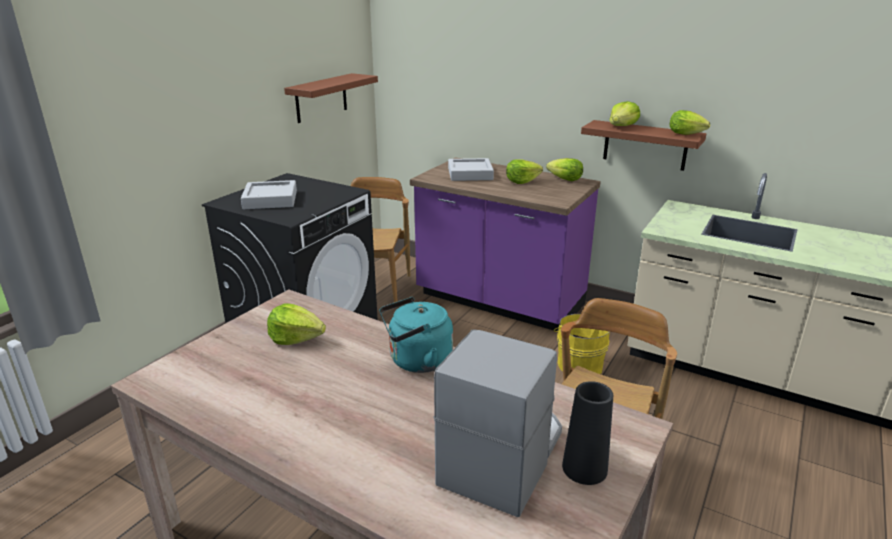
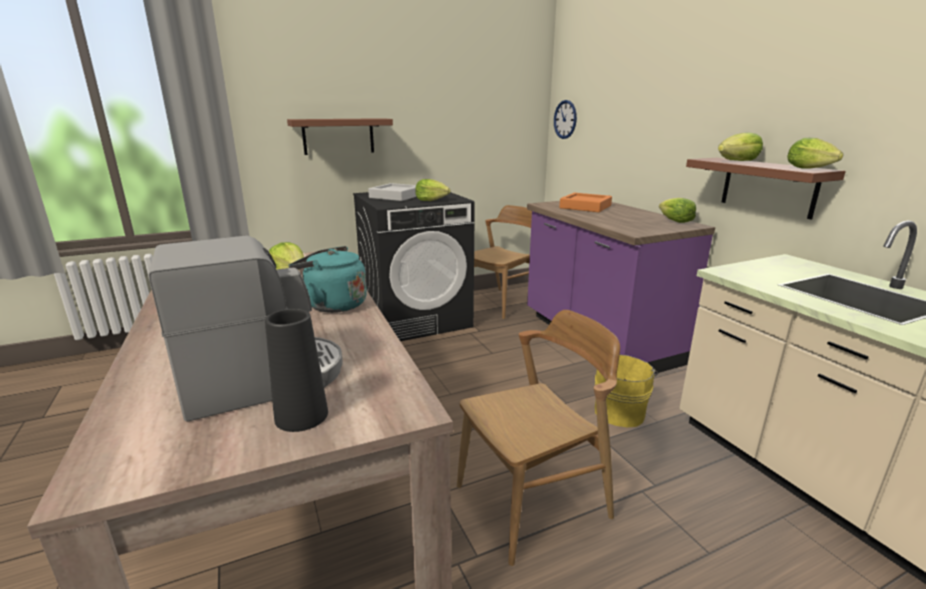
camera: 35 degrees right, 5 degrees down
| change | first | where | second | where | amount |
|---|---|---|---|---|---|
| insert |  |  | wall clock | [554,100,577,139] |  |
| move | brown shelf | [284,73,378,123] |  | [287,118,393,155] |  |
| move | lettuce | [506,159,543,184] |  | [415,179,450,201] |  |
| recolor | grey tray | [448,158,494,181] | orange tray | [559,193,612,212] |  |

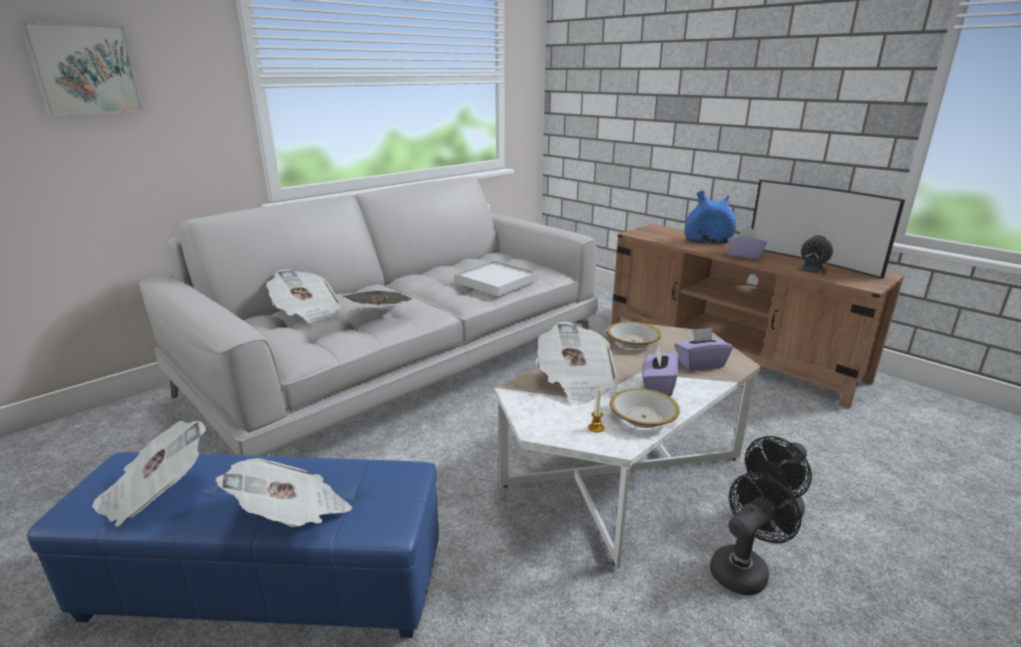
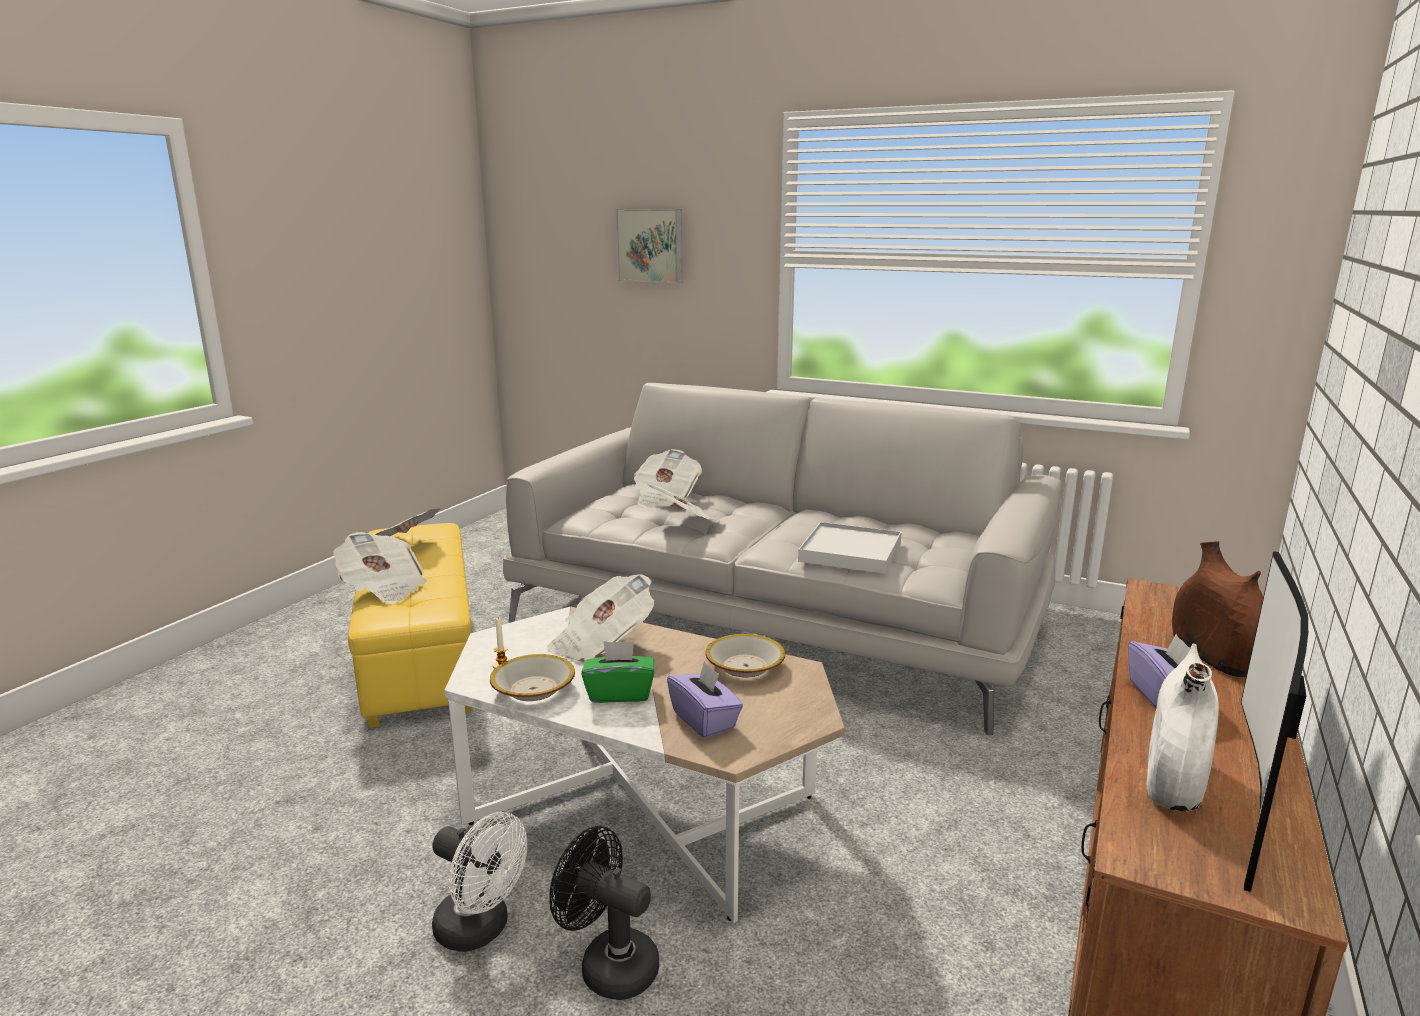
camera: 70 degrees right, 5 degrees down
| change | first | where | second | where | amount |
|---|---|---|---|---|---|
| replace | alarm clock | [797,235,833,275] | white vase | [1147,643,1219,811] |  |
| recolor | blue ottoman | [26,452,439,638] | yellow ottoman | [348,523,471,728] |  |
| recolor | purple tissue box | [642,346,679,396] | green tissue box | [581,641,654,703] |  |
| recolor | blue vase | [685,190,736,244] | brown vase | [1172,541,1263,677] |  |
| recolor | black fan | [710,473,801,595] | white fan | [432,812,527,952] |  |

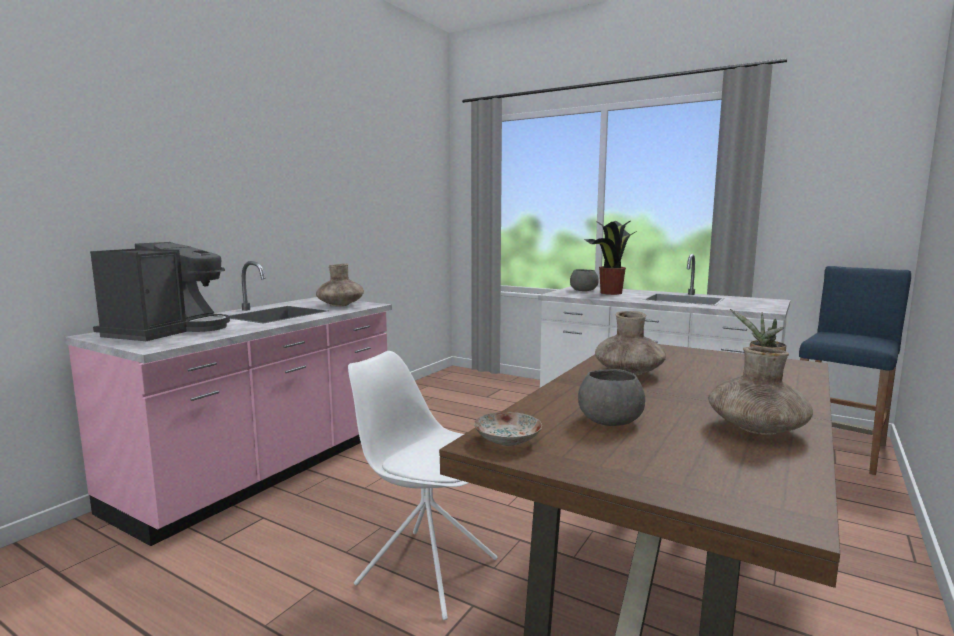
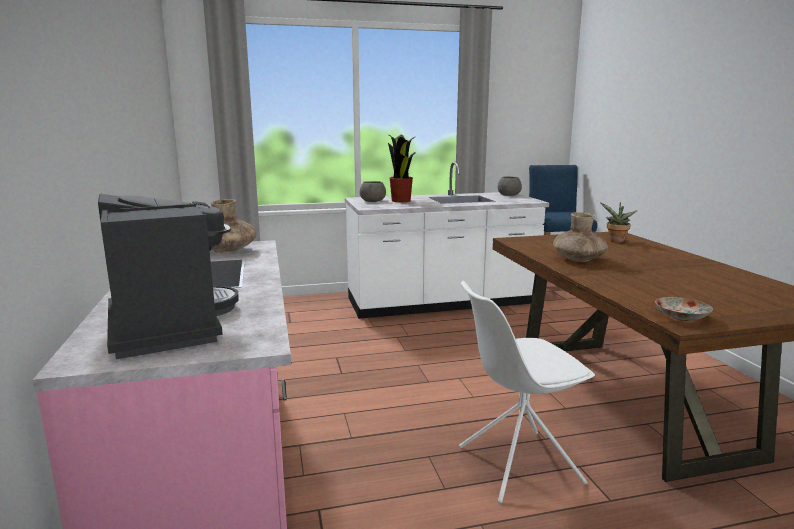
camera: 45 degrees left, 5 degrees up
| change | first | where | second | where | amount |
|---|---|---|---|---|---|
| delete | brown vase | [708,346,813,435] |  |  |  |
| move | grey bowl | [578,369,645,426] |  | [498,176,522,196] |  |

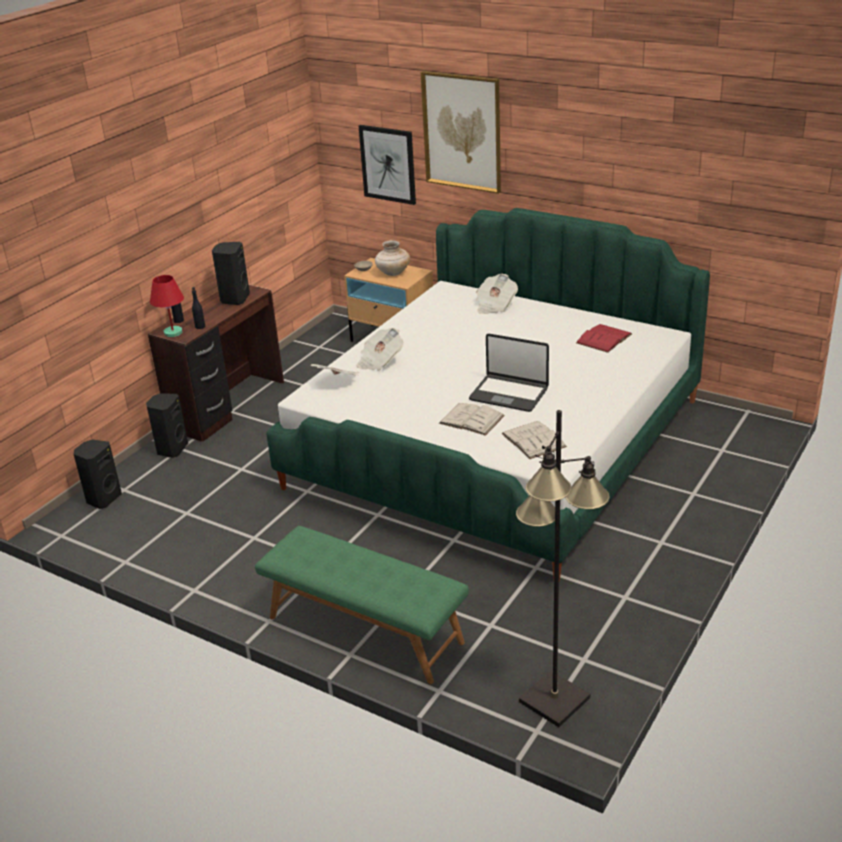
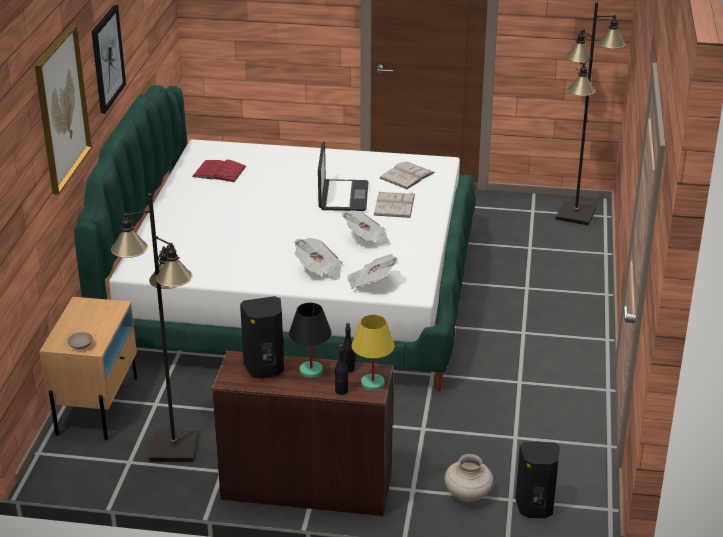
camera: 115 degrees left, 0 degrees up
| change | first | where | second | where | amount |
|---|---|---|---|---|---|
| delete | black speaker | [146,393,188,458] |  |  |  |
| delete | green bench | [255,526,469,684] |  |  |  |
| insert |  |  | black floor lamp | [111,193,199,462] |  |
| insert |  |  | black table lamp | [289,303,332,378] |  |
| move | picture | [359,125,416,205] |  | [91,5,126,114] |  |
| move | beige vase | [375,240,410,276] |  | [445,454,493,502] |  |
| move | newspaper | [476,274,518,314] |  | [342,210,390,245] |  |
| recolor | red table lamp | [150,275,184,337] | yellow table lamp | [351,315,395,391] |  |

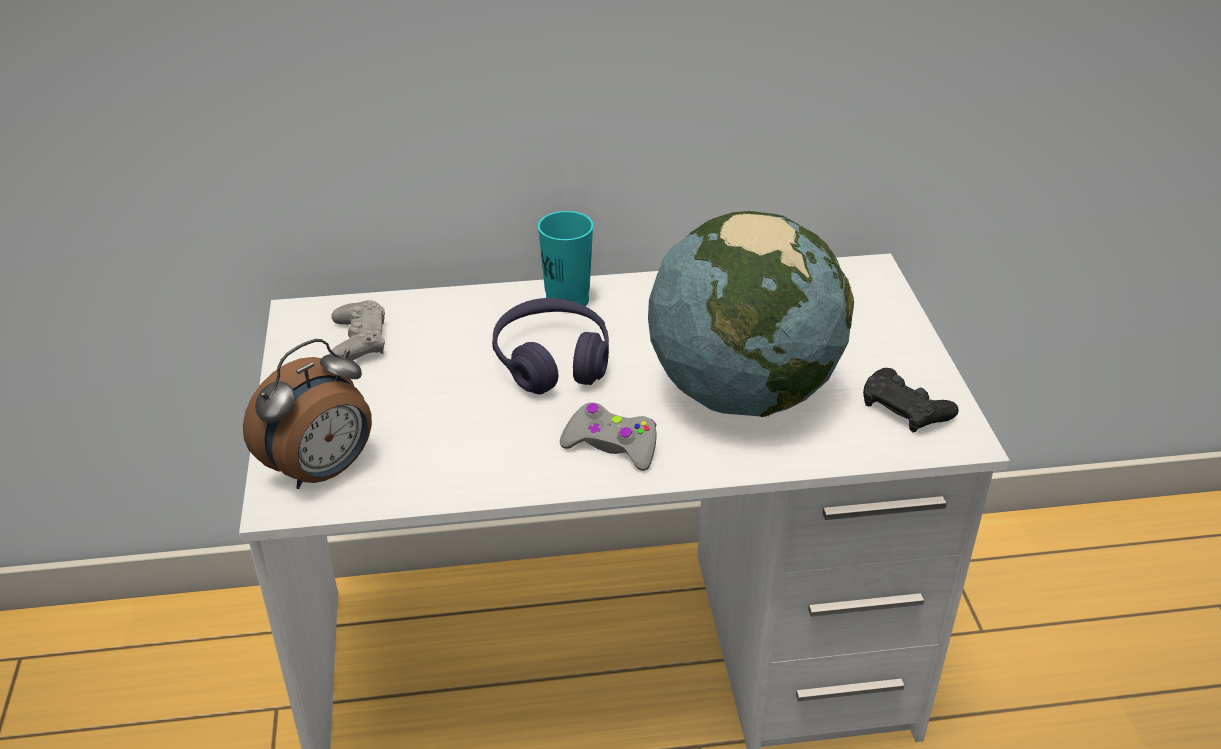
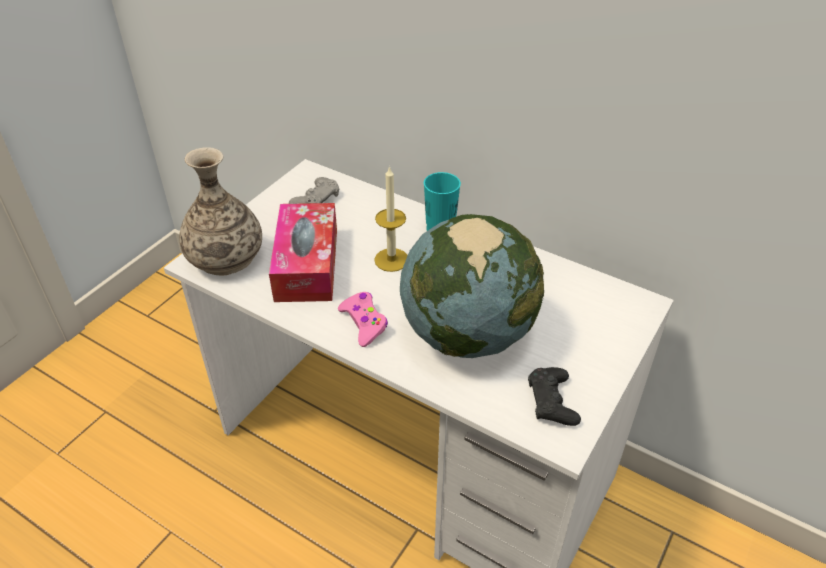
camera: 40 degrees right, 5 degrees up
| change | first | where | second | where | amount |
|---|---|---|---|---|---|
| insert |  |  | tissue box | [269,203,337,302] |  |
| replace | alarm clock | [243,339,372,489] | vase | [179,147,262,275] |  |
| replace | purple headphones | [492,298,609,394] | candle | [374,166,408,272] |  |
| recolor | grey game controller | [560,402,657,471] | pink game controller | [338,292,388,347] |  |

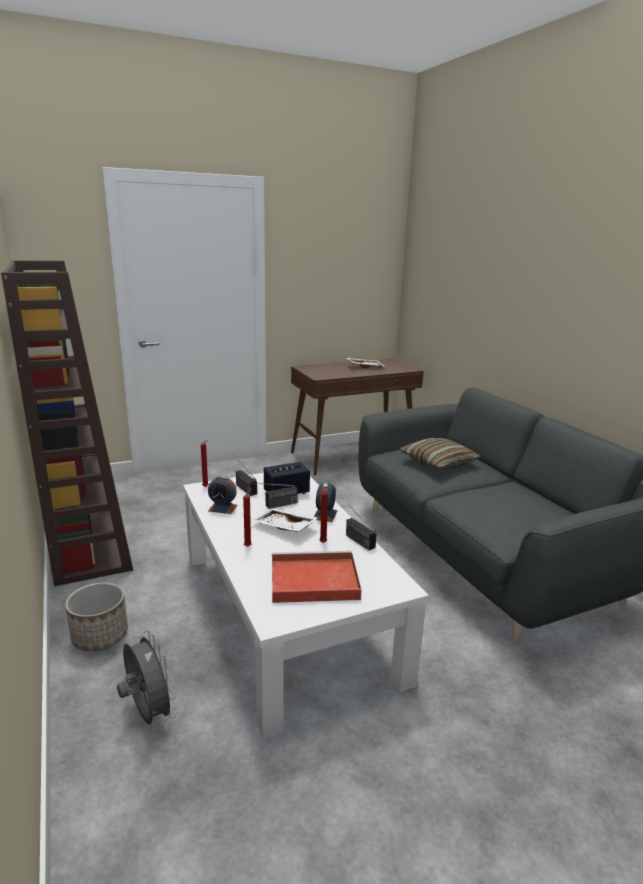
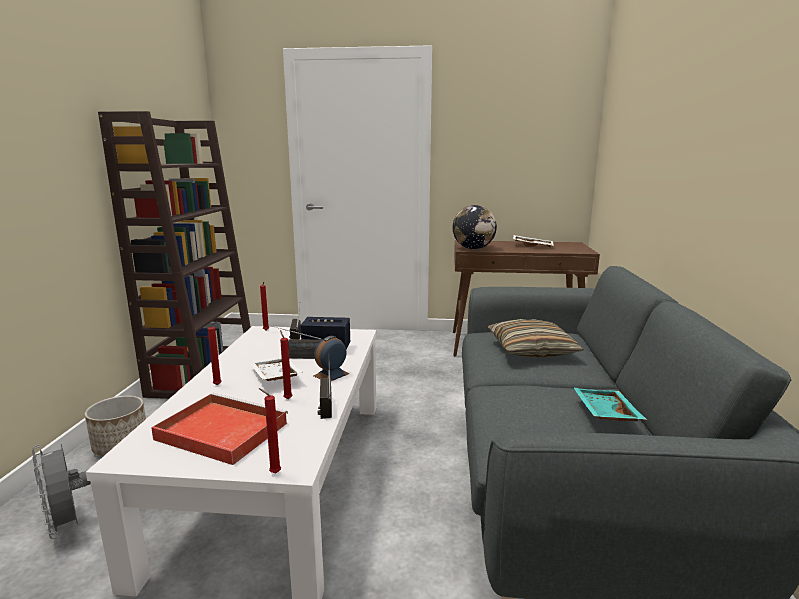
camera: 30 degrees right, 5 degrees down
| change | first | where | second | where | amount |
|---|---|---|---|---|---|
| delete | alarm clock | [208,476,238,514] |  |  |  |
| insert |  |  | red candle | [259,388,281,474] |  |
| insert |  |  | globe | [452,205,497,249] |  |
| insert |  |  | turquoise tray | [574,388,647,421] |  |
| rotate | grey fan | [117,631,177,724] |  | [32,444,91,539] | 150 degrees clockwise |

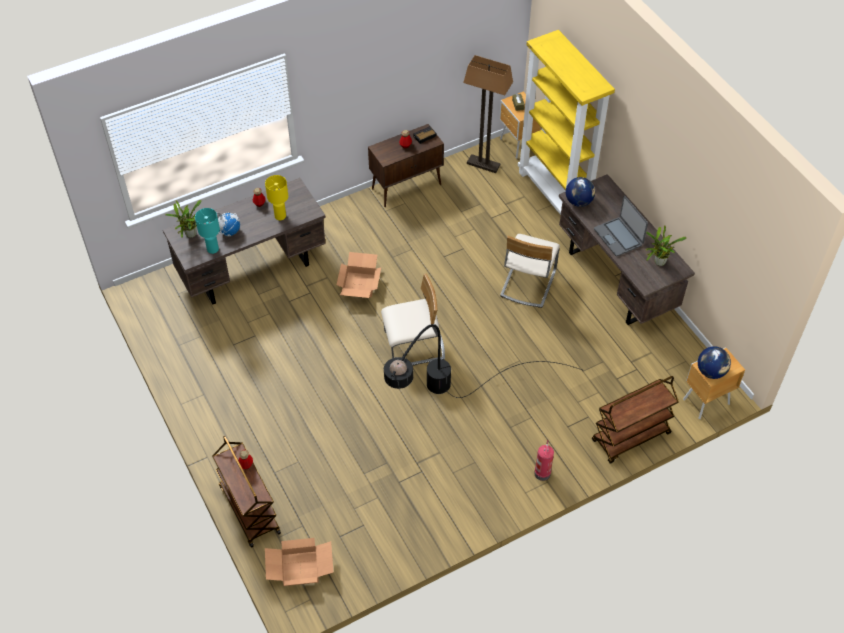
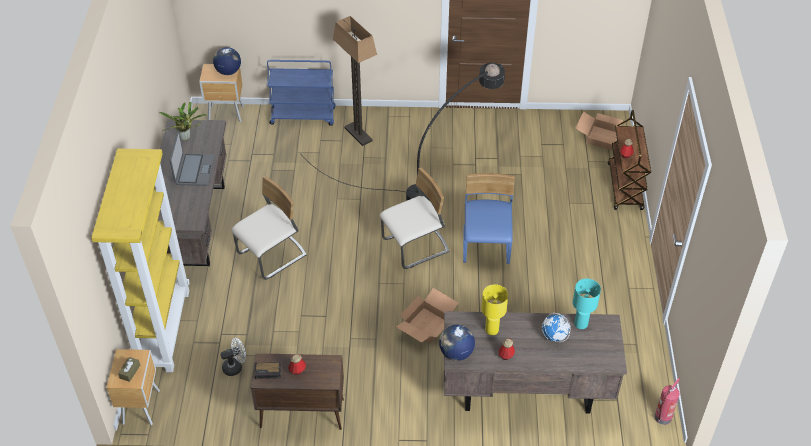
camera: 150 degrees left, 5 degrees down
| change | first | where | second | where | amount |
|---|---|---|---|---|---|
| delete | potted plant | [165,200,202,238] |  |  |  |
| insert |  |  | white fan | [220,338,246,376] |  |
| insert |  |  | blue chair | [463,173,515,264] |  |
| move | floor lamp | [463,55,513,173] |  | [333,16,377,146] |  |
| move | fire extinguisher | [534,440,554,481] |  | [655,378,680,425] |  |
| move | globe | [566,177,595,207] |  | [439,325,475,361] |  |
| recolor | brown cart | [592,376,679,464] | blue cart | [267,60,336,126] |  |
| rotate | beige chair | [381,273,445,365] |  | [380,168,449,269] | 135 degrees clockwise |

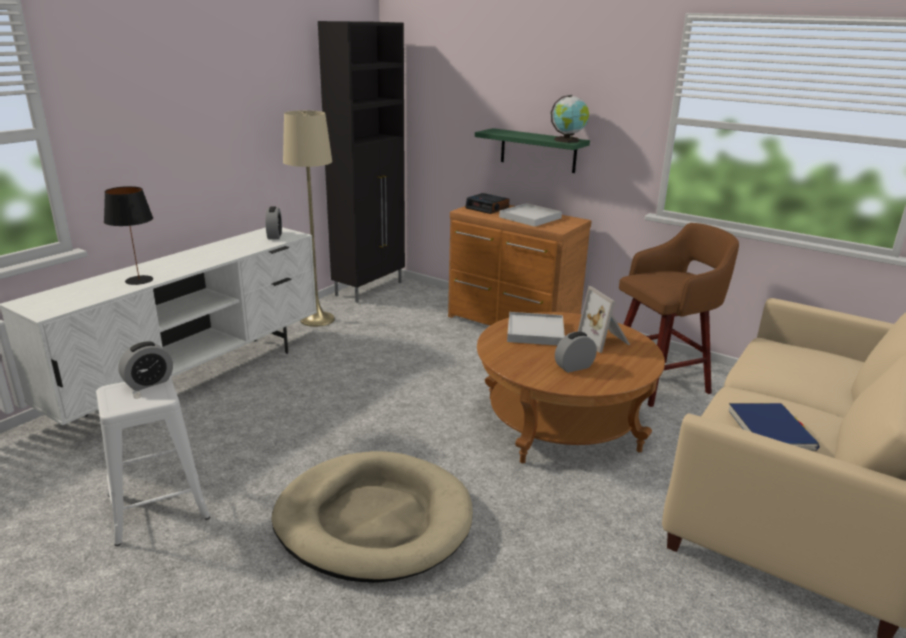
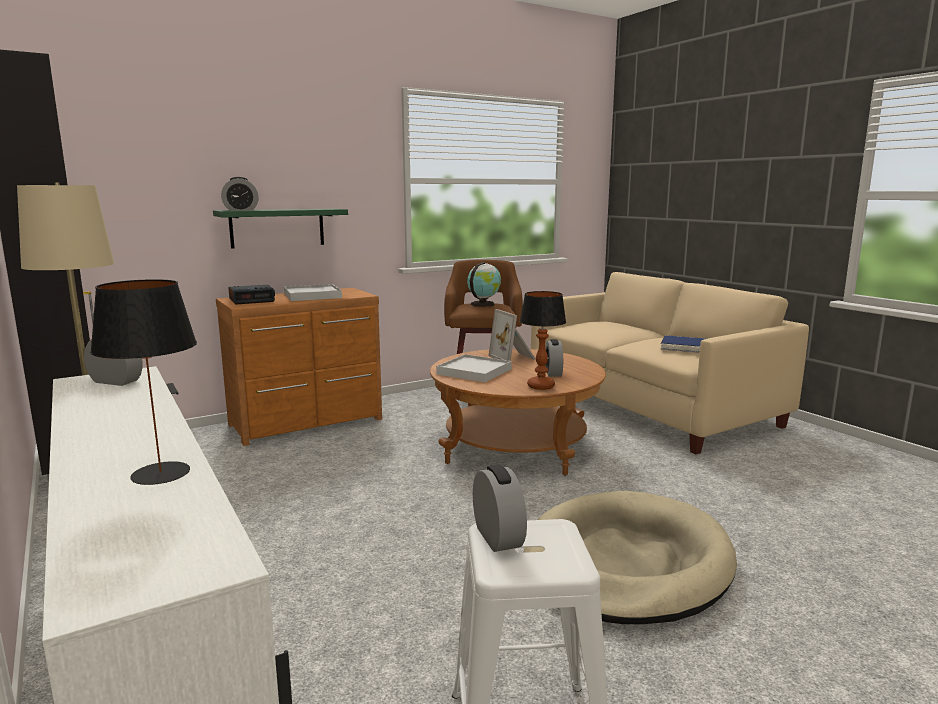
camera: 65 degrees left, 10 degrees down
| change | first | where | second | where | amount |
|---|---|---|---|---|---|
| insert |  |  | alarm clock | [221,177,259,211] |  |
| insert |  |  | table lamp | [520,291,566,390] |  |
| move | globe | [551,95,589,143] |  | [467,262,501,307] |  |
| rotate | picture frame | [578,286,630,353] |  | [489,309,536,361] | 60 degrees clockwise |

